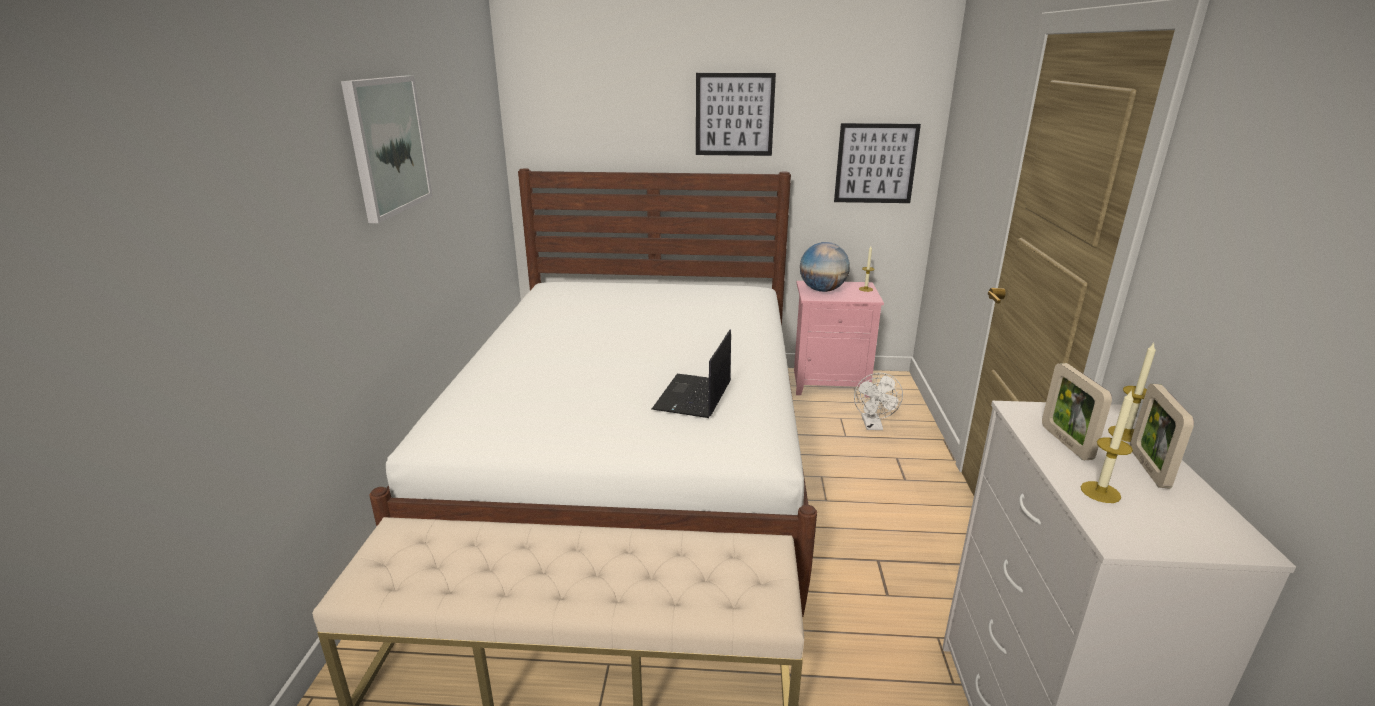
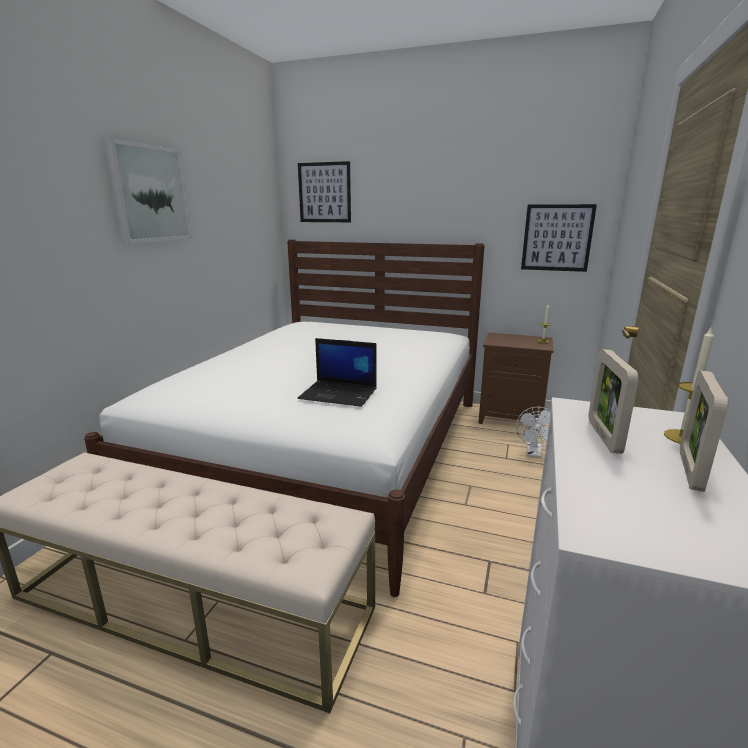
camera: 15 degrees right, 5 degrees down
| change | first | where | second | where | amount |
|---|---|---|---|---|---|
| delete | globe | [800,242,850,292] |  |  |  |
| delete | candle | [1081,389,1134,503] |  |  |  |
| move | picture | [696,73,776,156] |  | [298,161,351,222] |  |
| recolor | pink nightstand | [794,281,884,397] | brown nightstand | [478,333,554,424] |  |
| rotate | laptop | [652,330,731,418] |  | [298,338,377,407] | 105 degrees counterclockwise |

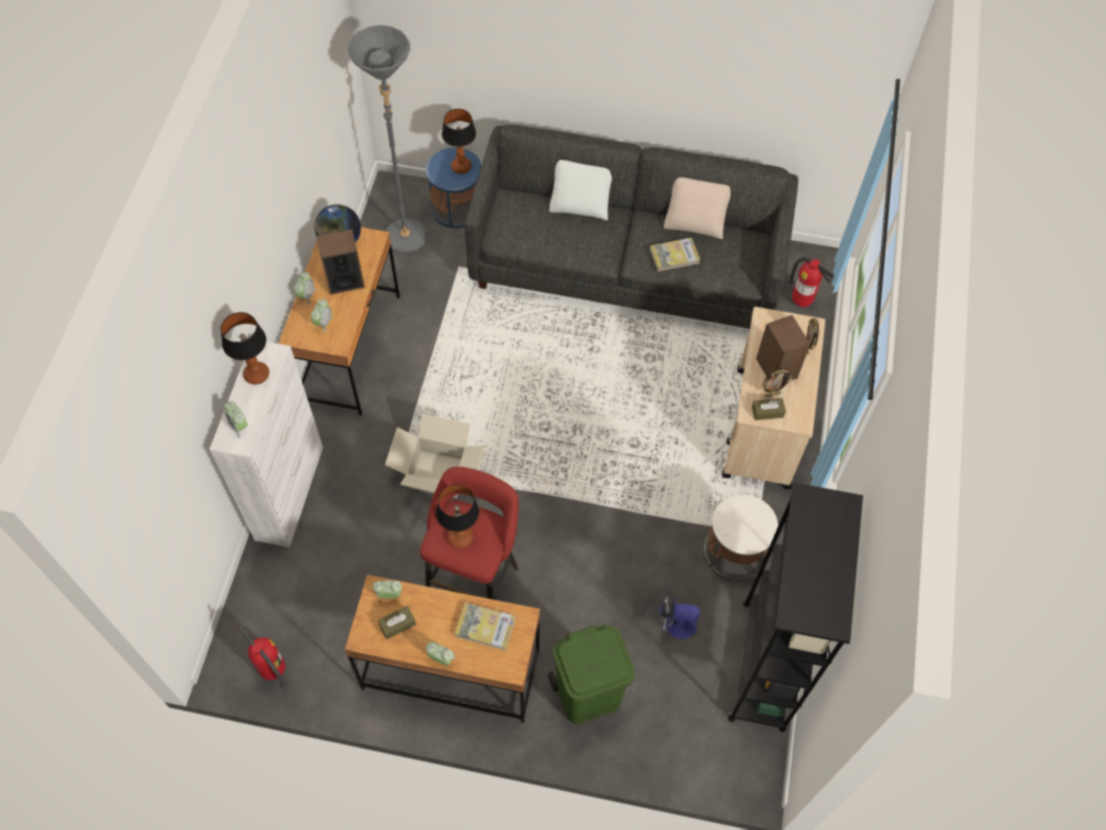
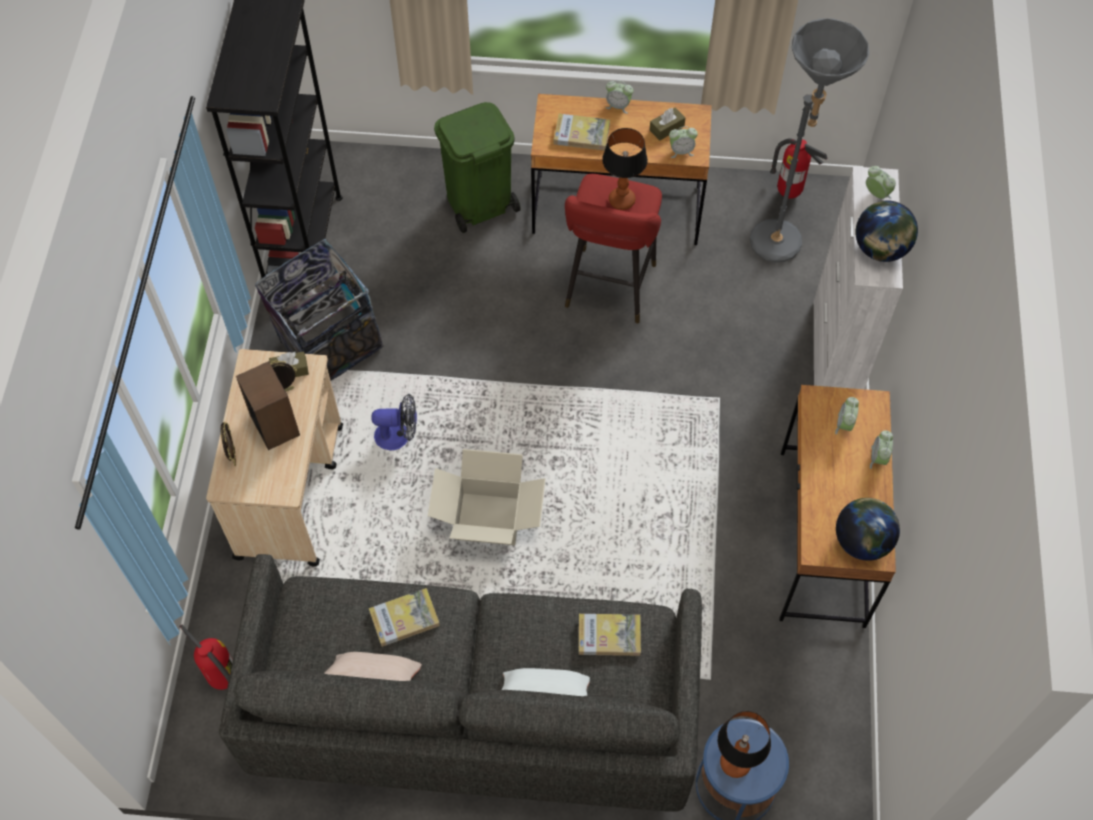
camera: 175 degrees right, 0 degrees up
| change | first | where | second | where | amount |
|---|---|---|---|---|---|
| delete | speaker | [316,229,365,295] |  |  |  |
| insert |  |  | book | [579,614,641,656] |  |
| move | grey floor lamp | [348,25,427,253] |  | [750,18,870,263] |  |
| move | cardboard box | [385,414,486,498] |  | [428,449,546,545] |  |
| move | fan | [659,589,700,639] |  | [371,393,417,450] |  |
| replace | table lamp | [221,312,269,385] | globe | [855,200,918,262] |  |
| replace | white side table | [704,494,778,581] | trash can | [255,239,384,381] |  |

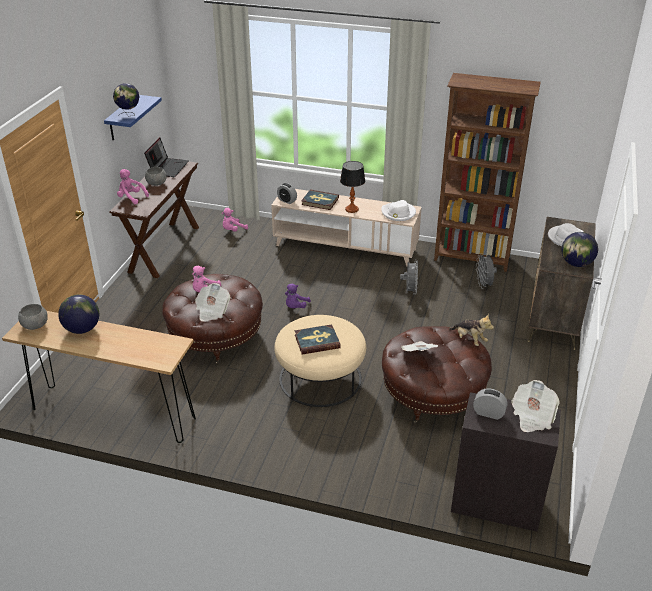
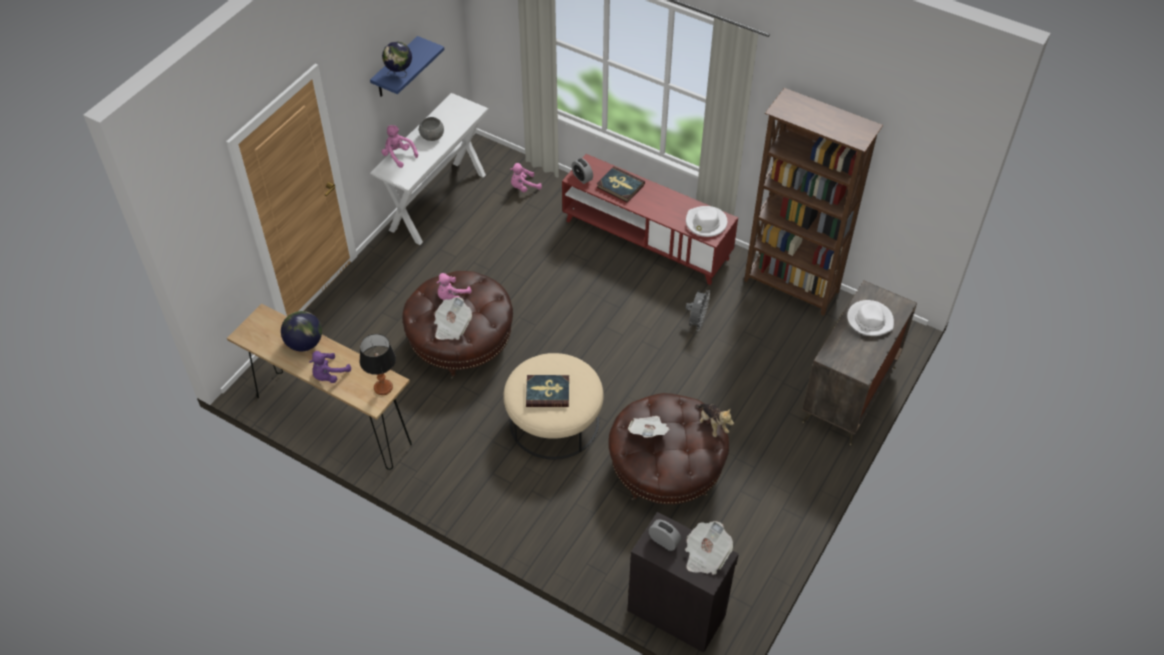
camera: 15 degrees right, 15 degrees up
| change | first | where | second | where | amount |
|---|---|---|---|---|---|
| delete | grey bowl | [18,304,48,330] |  |  |  |
| delete | laptop | [144,137,189,177] |  |  |  |
| delete | grey fan | [476,253,497,288] |  |  |  |
| delete | globe | [561,232,598,267] |  |  |  |
| move | purple plush toy | [285,284,311,308] |  | [310,351,351,383] |  |
| move | table lamp | [340,161,365,213] |  | [360,334,396,395] |  |
| recolor | brown console table | [109,159,199,278] | white console table | [370,93,489,245] |  |
| recolor | beige tv stand | [271,189,422,267] | red tv stand | [562,154,738,285] |  |

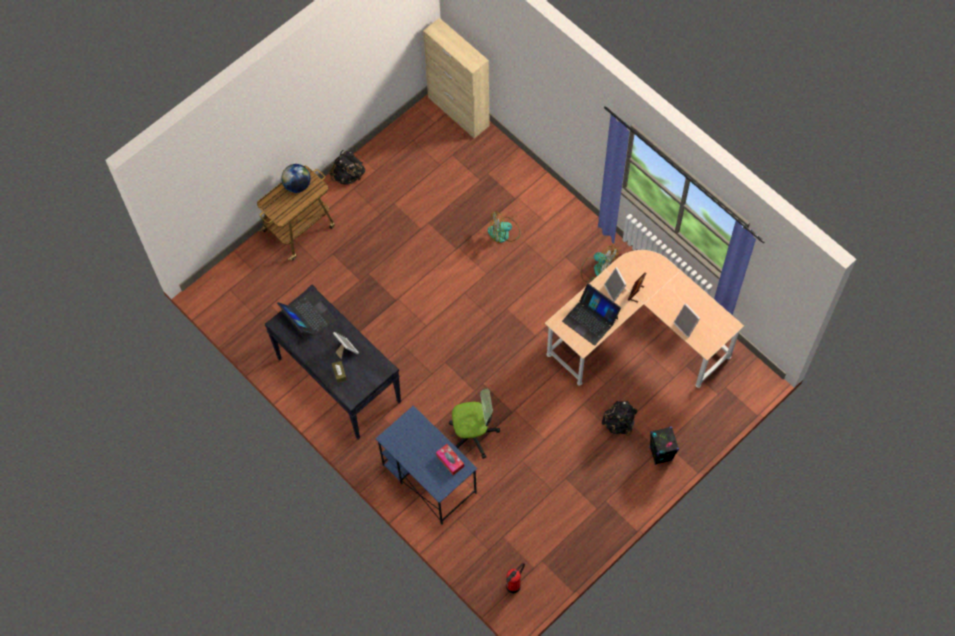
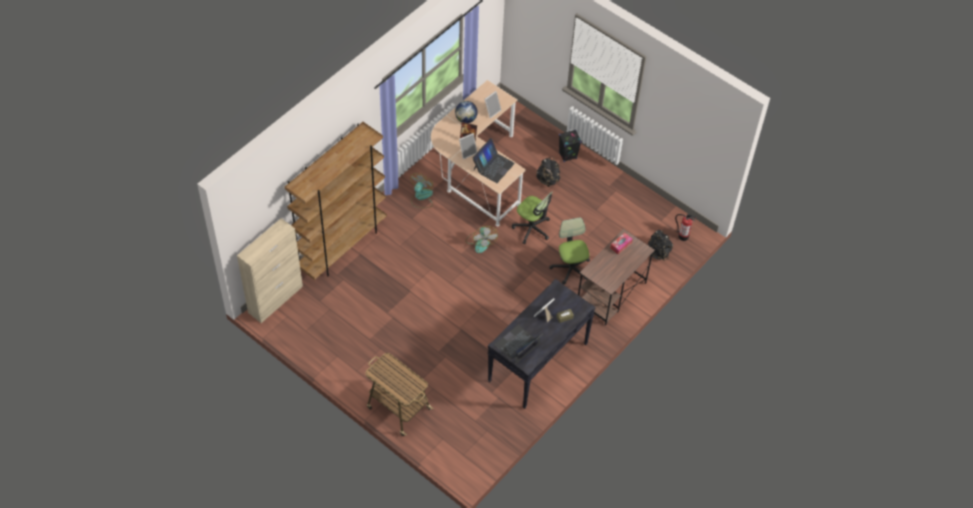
camera: 100 degrees left, 10 degrees down
| change | first | where | second | where | amount |
|---|---|---|---|---|---|
| insert |  |  | brown bookcase | [285,122,387,280] |  |
| insert |  |  | office chair | [512,191,553,244] |  |
| move | globe | [281,164,311,193] |  | [455,101,478,123] |  |
| move | black backpack | [329,150,365,185] |  | [648,230,673,261] |  |
| move | fan | [488,212,520,243] |  | [466,226,498,253] |  |
| recolor | blue desk | [376,405,477,525] | brown desk | [578,229,655,325] |  |

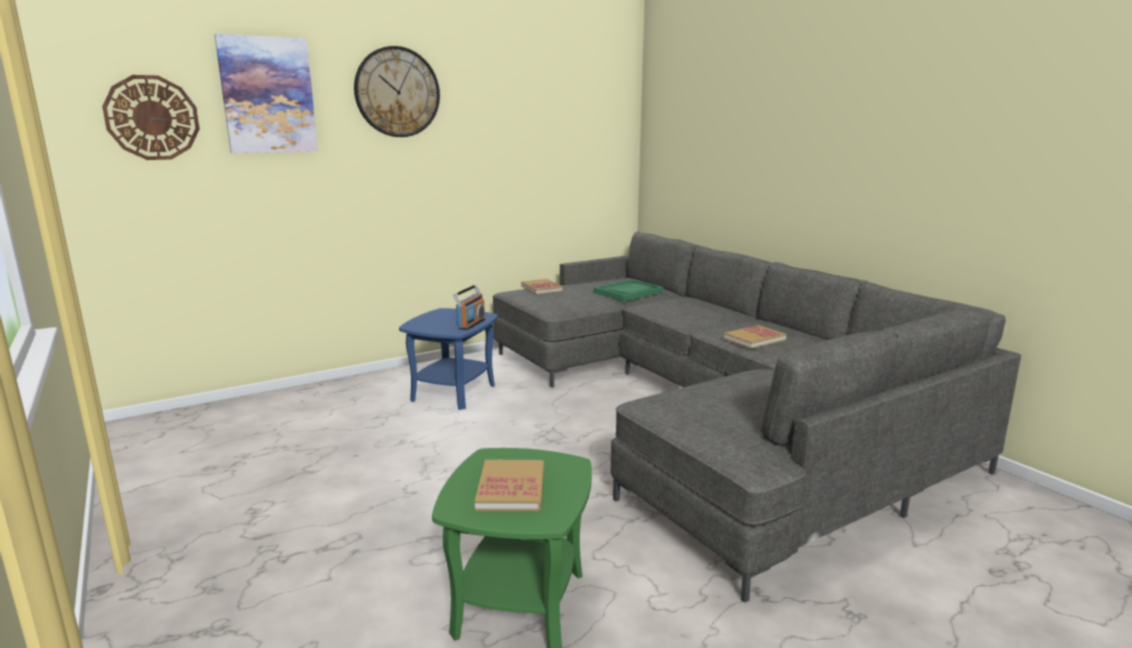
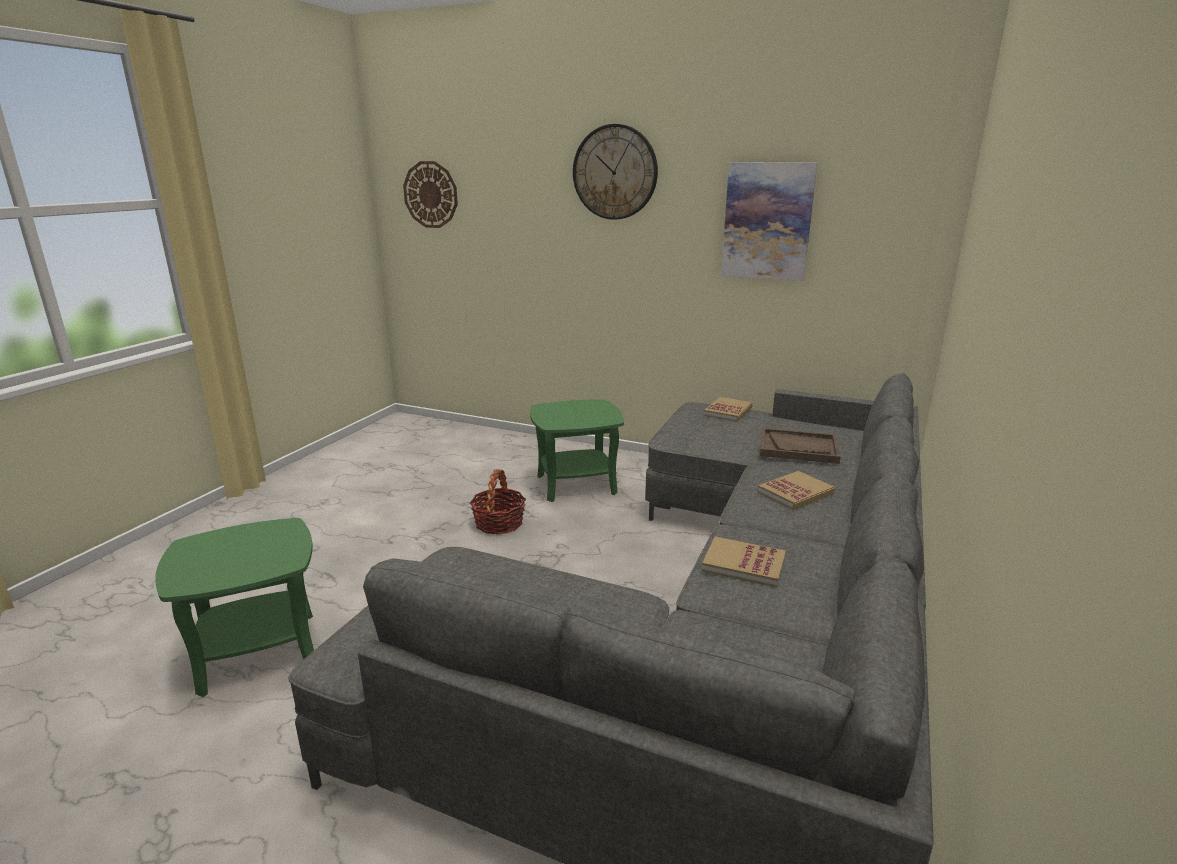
camera: 55 degrees right, 5 degrees up
| change | first | where | second | where | amount |
|---|---|---|---|---|---|
| delete | radio | [453,285,485,330] |  |  |  |
| insert |  |  | basket | [470,469,526,534] |  |
| move | picture | [214,33,318,153] |  | [721,162,817,281] |  |
| move | book | [475,460,544,511] |  | [758,471,835,510] |  |
| recolor | blue side table | [399,308,498,410] | green side table | [530,399,624,502] |  |
| recolor | green tray | [593,279,663,301] | brown tray | [760,428,840,464] |  |

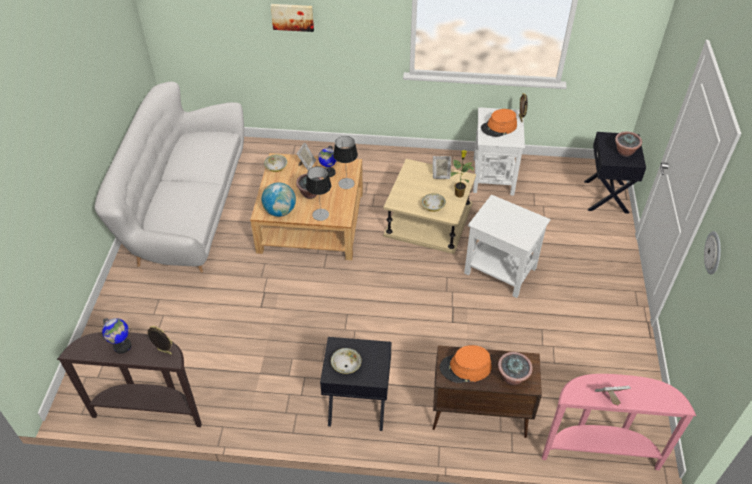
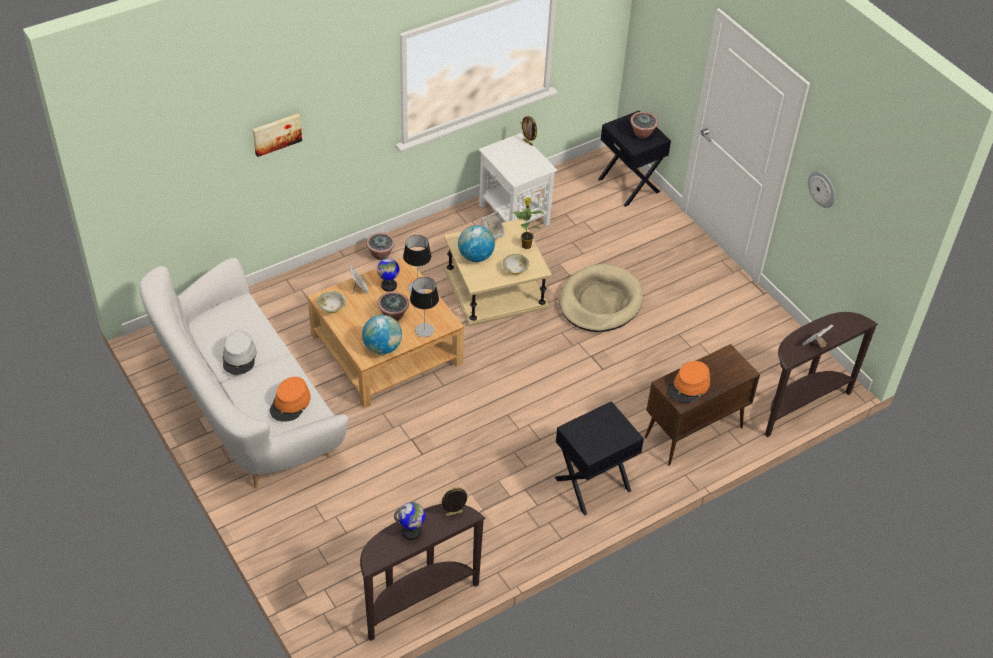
camera: 40 degrees left, 0 degrees up
| change | first | where | second | where | amount |
|---|---|---|---|---|---|
| delete | bowl | [331,348,361,374] |  |  |  |
| insert |  |  | grey hat | [223,330,257,375] |  |
| insert |  |  | globe | [458,225,495,262] |  |
| move | orange hat | [481,109,517,137] |  | [270,377,311,422] |  |
| move | potted plant | [498,352,533,385] |  | [366,233,395,260] |  |
| replace | white side table | [464,194,551,298] | beige dog bed | [559,264,643,332] |  |
| recolor | pink console table | [542,374,696,470] | brown console table | [765,312,878,437] |  |

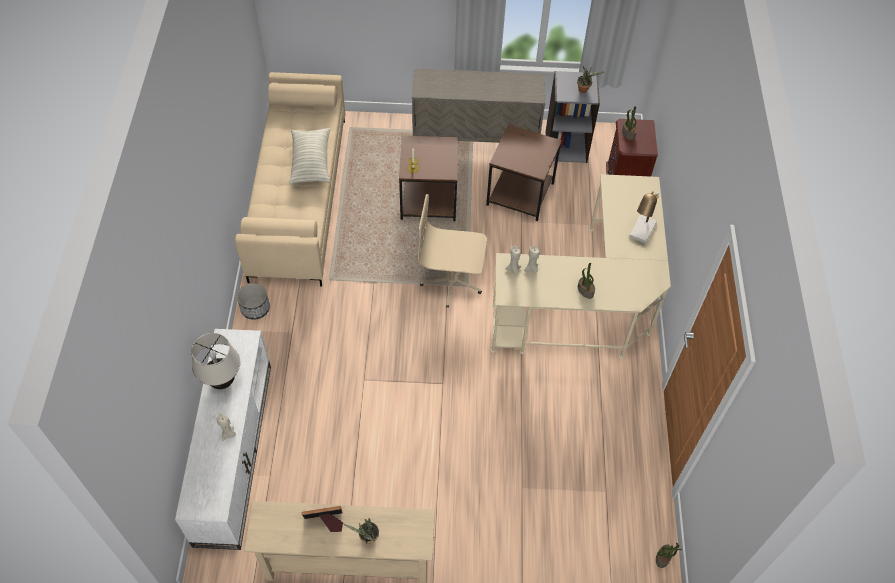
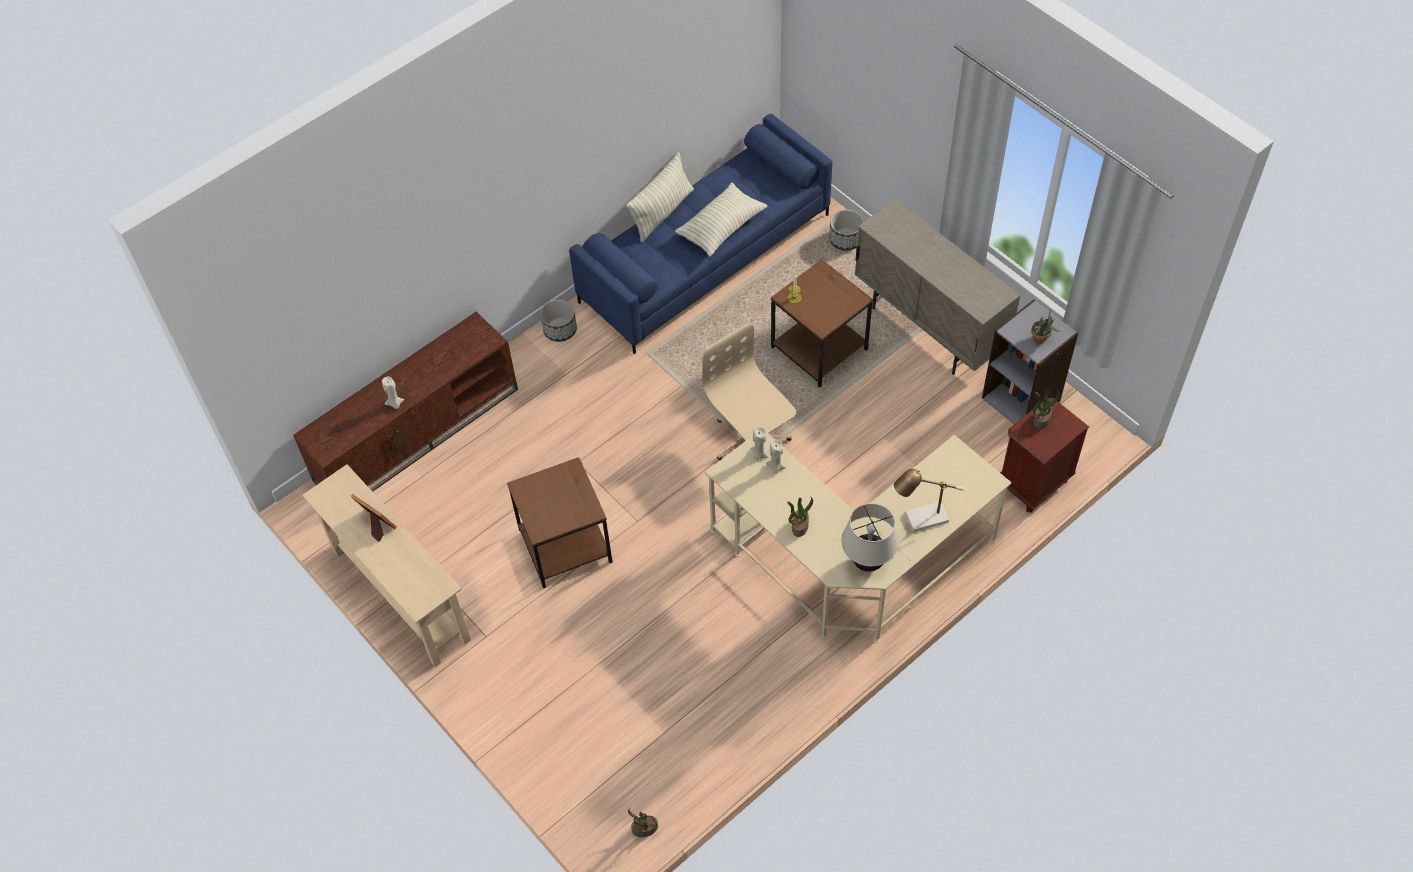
camera: 50 degrees right, 0 degrees up
| change | first | where | second | where | amount |
|---|---|---|---|---|---|
| delete | potted plant | [344,518,379,544] |  |  |  |
| insert |  |  | pillow | [626,152,694,242] |  |
| insert |  |  | planter | [829,210,863,251] |  |
| move | beige table lamp | [191,333,240,389] |  | [842,503,899,572] |  |
| move | brown side table | [486,124,562,221] |  | [507,457,613,588] |  |
| recolor | white tv stand | [175,329,271,550] | brown tv stand | [293,312,518,492] |  |
| recolor | beige sofa | [235,72,345,287] | blue sofa | [569,114,832,354] |  |

